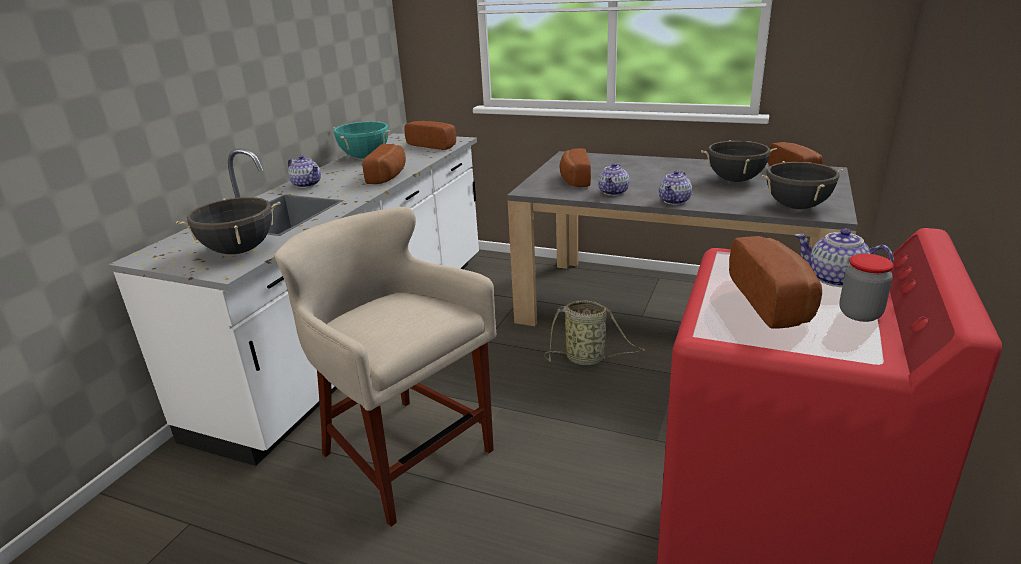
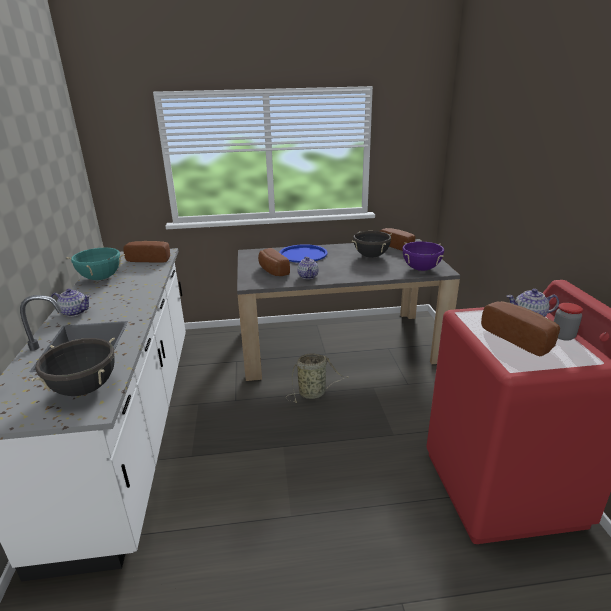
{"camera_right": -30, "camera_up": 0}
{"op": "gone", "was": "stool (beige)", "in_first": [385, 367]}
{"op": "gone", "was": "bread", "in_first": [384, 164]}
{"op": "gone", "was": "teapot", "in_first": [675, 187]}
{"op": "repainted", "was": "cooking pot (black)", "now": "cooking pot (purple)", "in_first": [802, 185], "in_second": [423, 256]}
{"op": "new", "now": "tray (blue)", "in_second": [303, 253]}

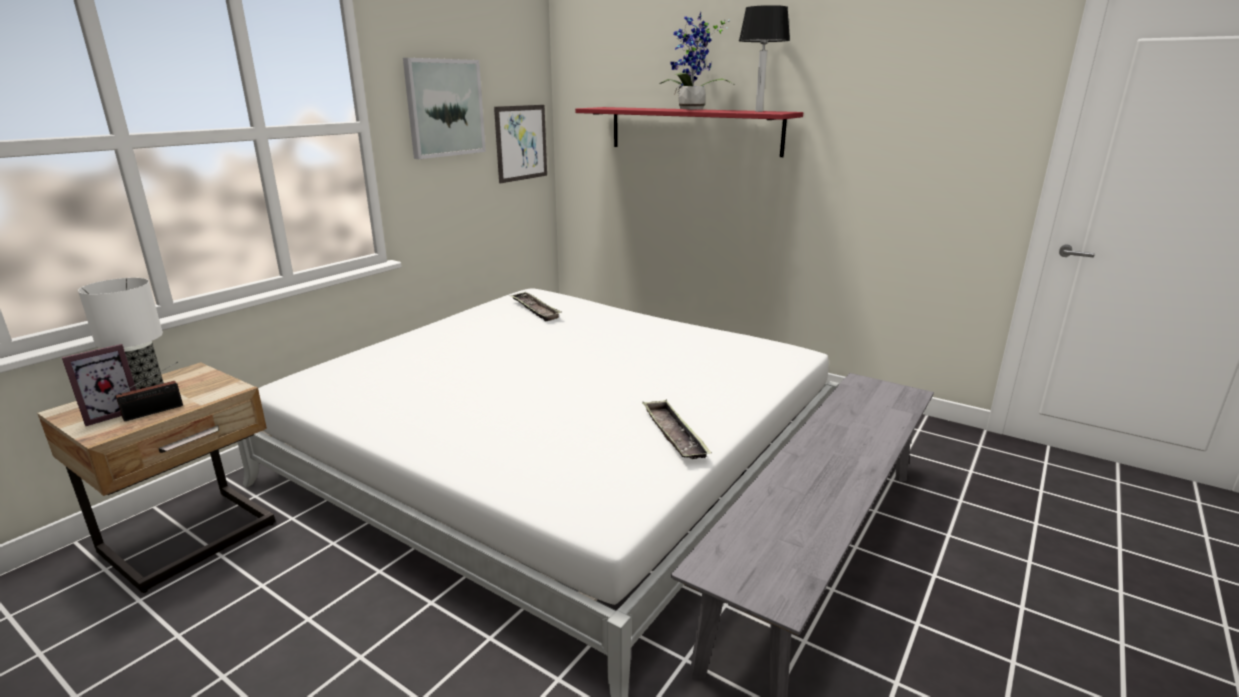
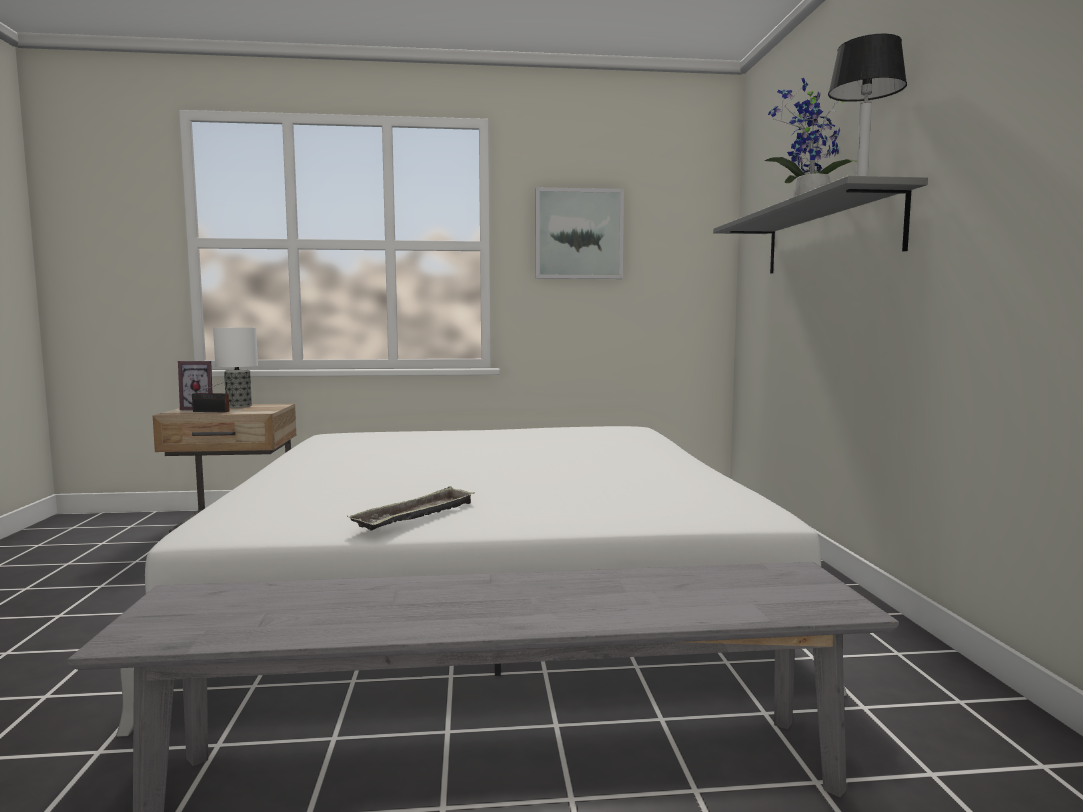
{"camera_right": 50, "camera_up": -15}
{"op": "gone", "was": "picture", "in_first": [520, 144]}
{"op": "gone", "was": "tray", "in_first": [536, 306]}
{"op": "repainted", "was": "shelf (red)", "now": "shelf (grey)", "in_first": [689, 132], "in_second": [820, 224]}

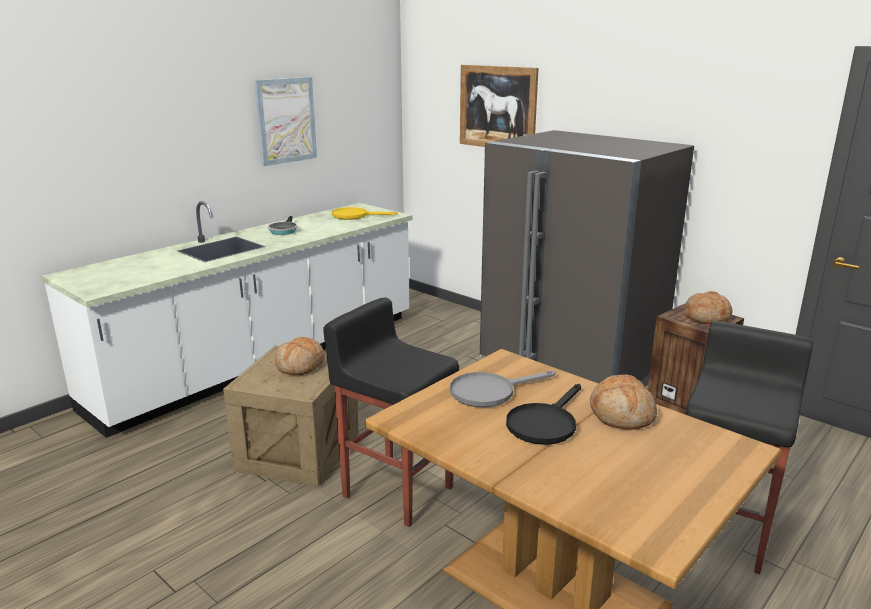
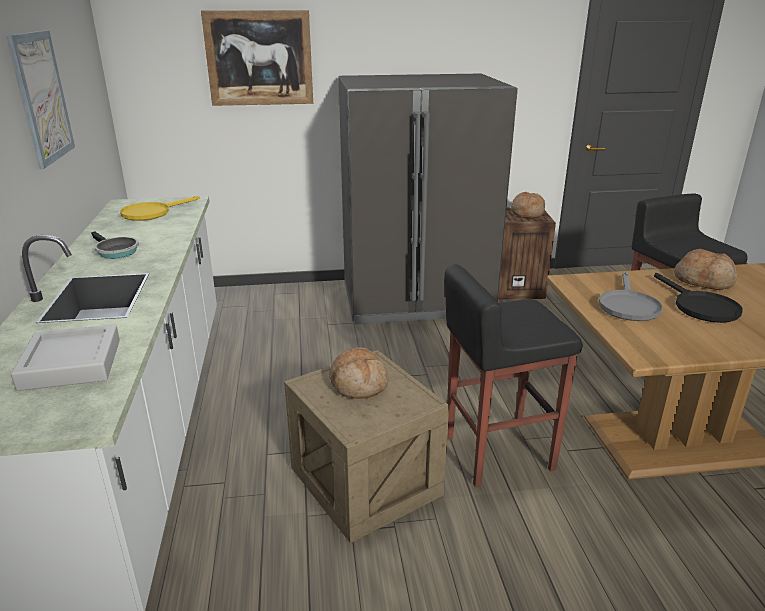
{"camera_right": -50, "camera_up": 5}
{"op": "new", "now": "tray (grey)", "in_second": [65, 358]}

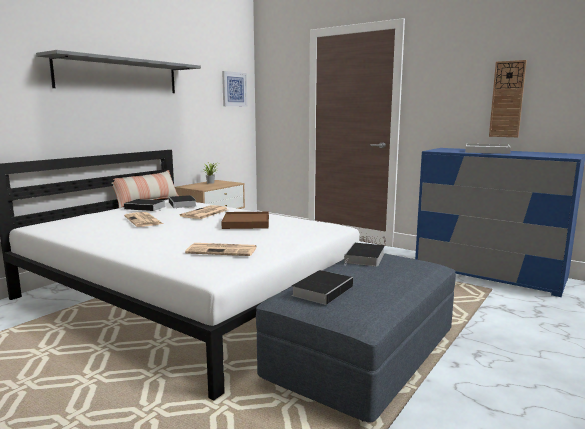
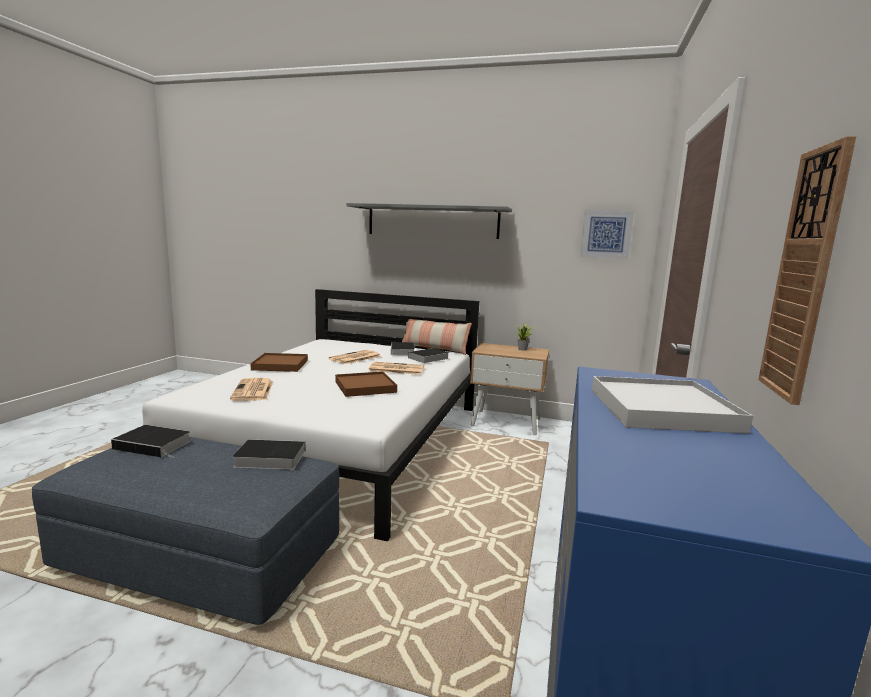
{"camera_right": 70, "camera_up": 0}
{"op": "new", "now": "tray (brown)", "in_second": [279, 362]}

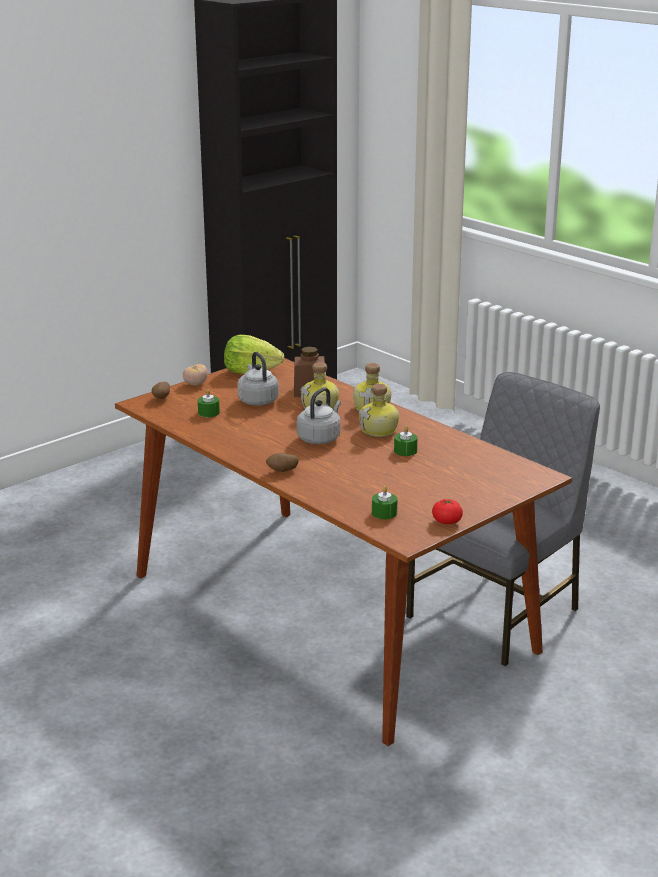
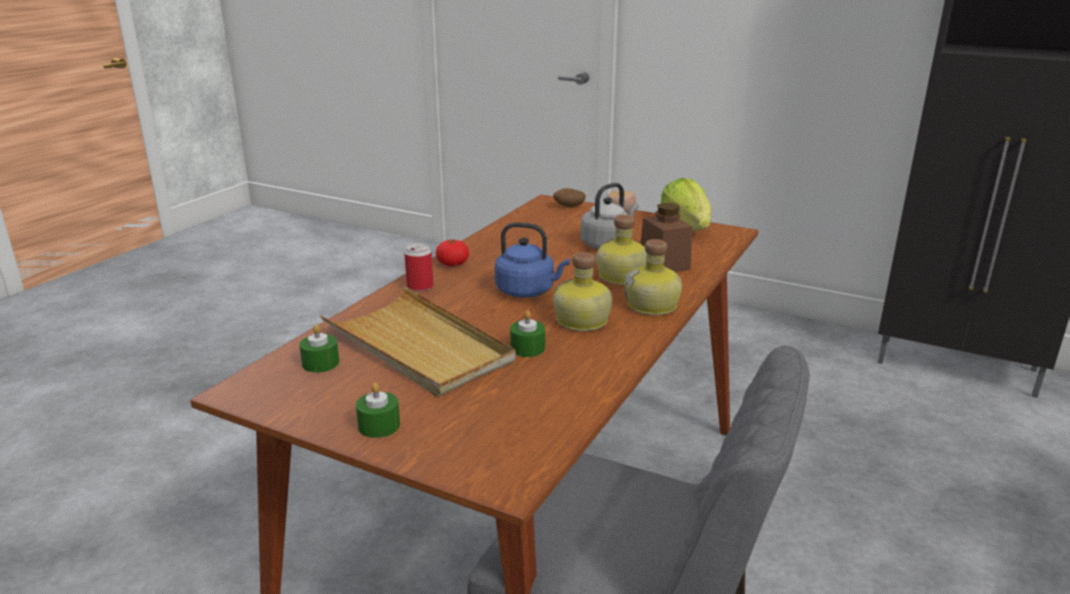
{"camera_right": 70, "camera_up": 0}
{"op": "shifted", "was": "candle (green)", "in_first": [209, 403], "in_second": [378, 410]}
{"op": "swapped", "was": "potato", "now": "can", "in_first": [282, 462], "in_second": [418, 267]}
{"op": "repainted", "was": "kettle (grey)", "now": "kettle (blue)", "in_first": [319, 415], "in_second": [532, 260]}
{"op": "shifted", "was": "tomato", "in_first": [447, 511], "in_second": [452, 253]}
{"op": "new", "now": "tray (beige)", "in_second": [418, 341]}

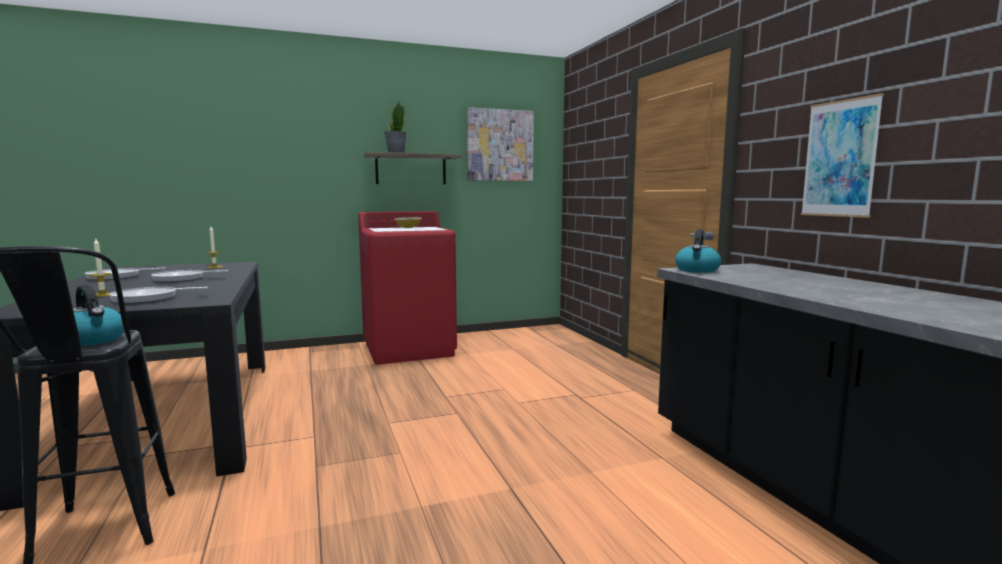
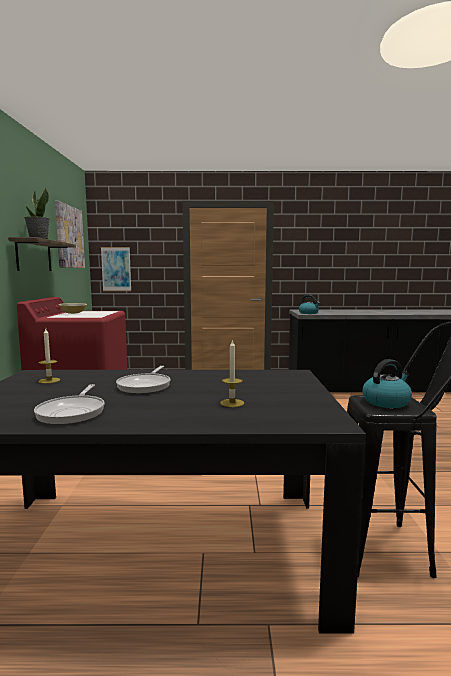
{"camera_right": -70, "camera_up": 0}
{"op": "gone", "was": "frying pan", "in_first": [158, 295]}
{"op": "shifted", "was": "picture", "in_first": [842, 155], "in_second": [116, 269]}

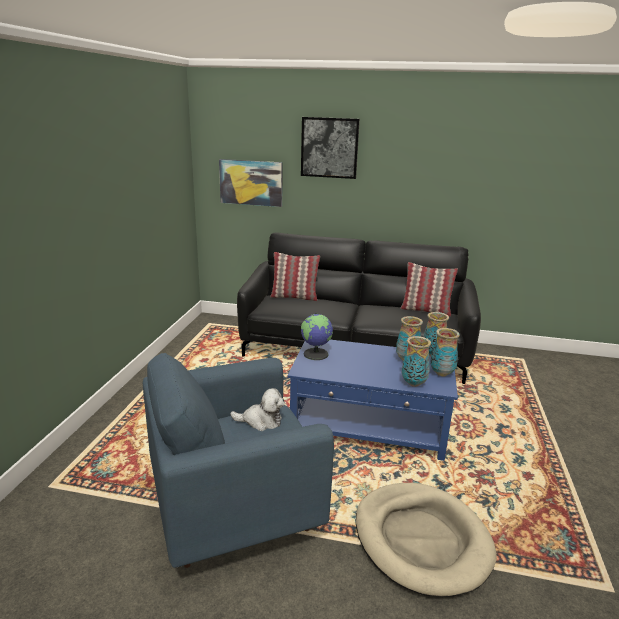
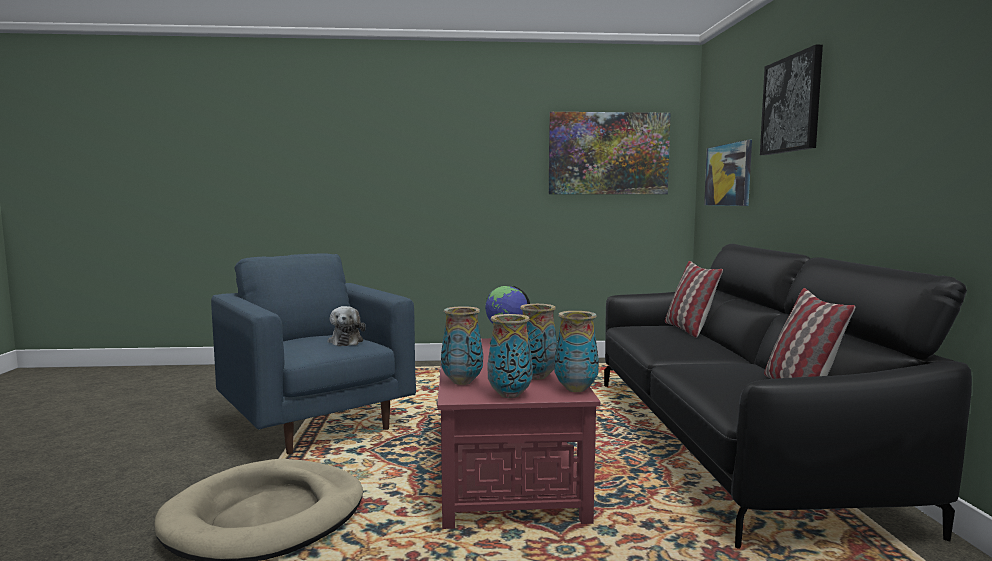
{"camera_right": 75, "camera_up": -15}
{"op": "repainted", "was": "coffee table (blue)", "now": "coffee table (red)", "in_first": [372, 400], "in_second": [518, 433]}
{"op": "new", "now": "picture", "in_second": [610, 153]}

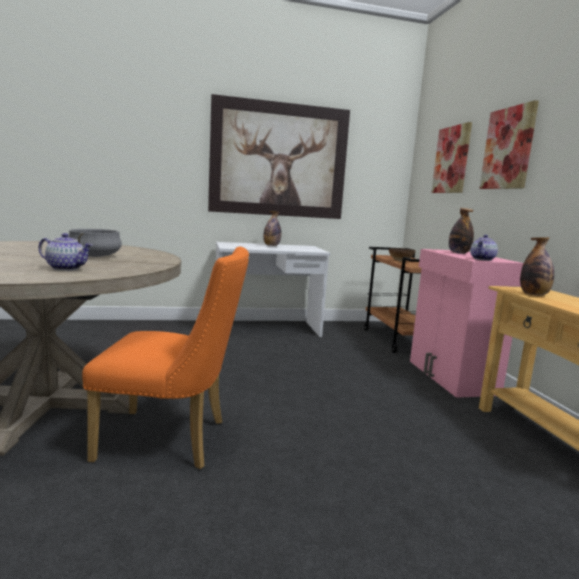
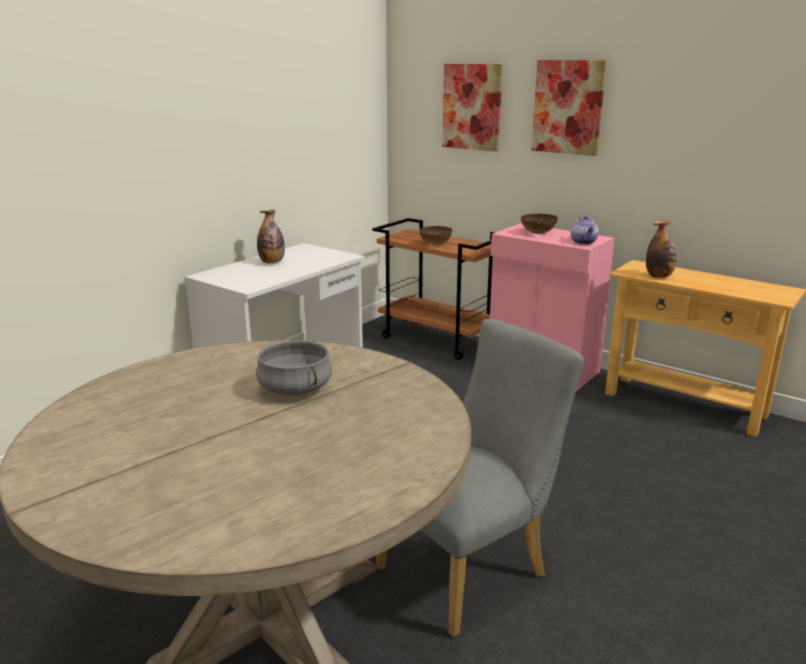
{"camera_right": -40, "camera_up": 10}
{"op": "gone", "was": "teapot", "in_first": [65, 251]}
{"op": "repainted", "was": "chair (orange)", "now": "chair (grey)", "in_first": [165, 358], "in_second": [480, 478]}
{"op": "gone", "was": "picture", "in_first": [279, 156]}
{"op": "swapped", "was": "bottle", "now": "bowl", "in_first": [461, 231], "in_second": [539, 224]}

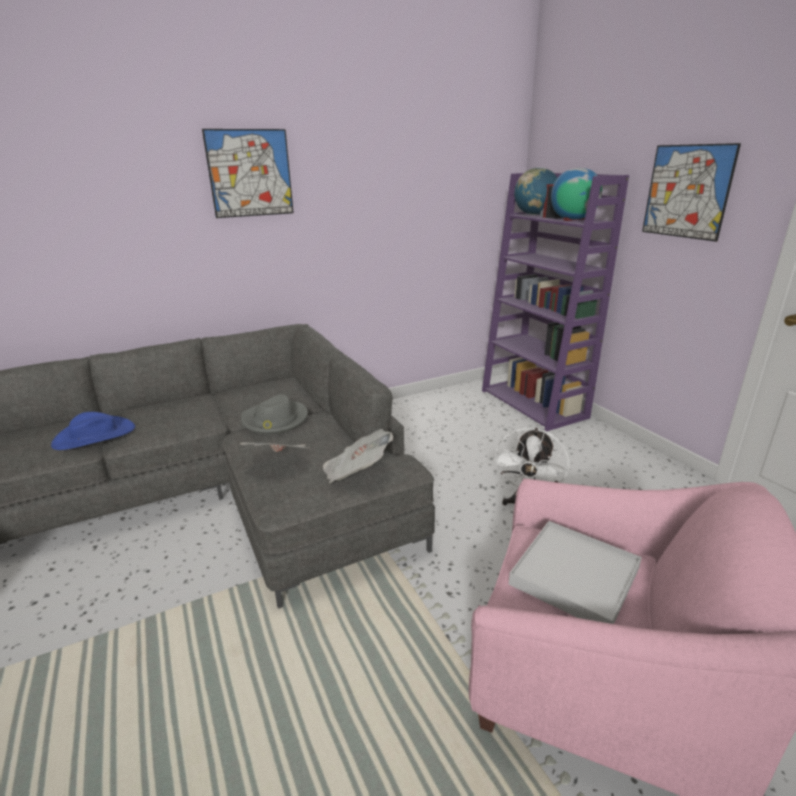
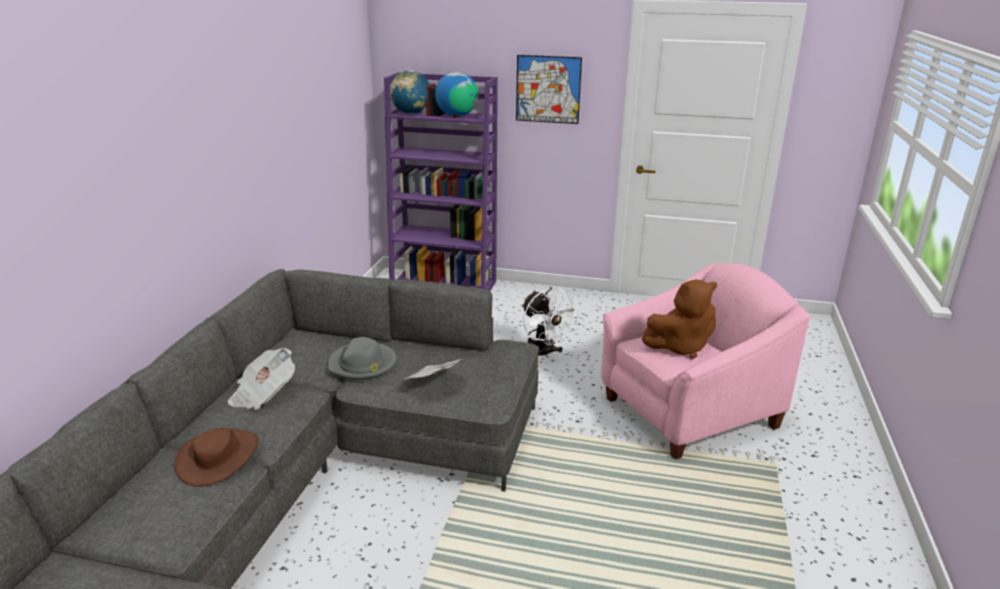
{"camera_right": -50, "camera_up": 0}
{"op": "repainted", "was": "hat (blue)", "now": "hat (brown)", "in_first": [93, 431], "in_second": [217, 457]}
{"op": "gone", "was": "picture", "in_first": [248, 173]}
{"op": "shifted", "was": "newspaper", "in_first": [358, 456], "in_second": [261, 379]}
{"op": "swapped", "was": "tray (white)", "now": "plush toy (brown)", "in_first": [575, 572], "in_second": [679, 319]}

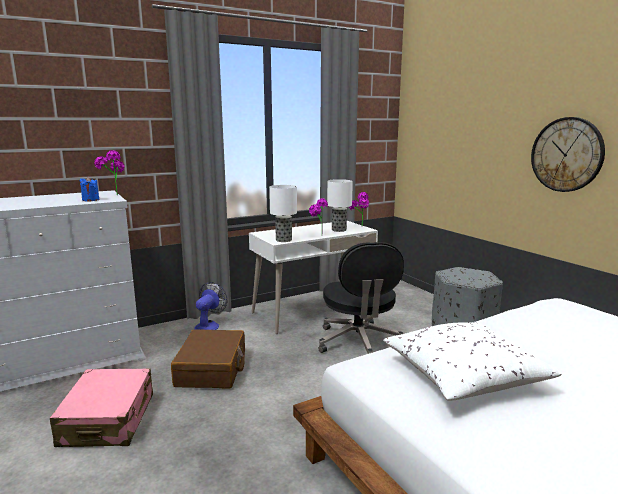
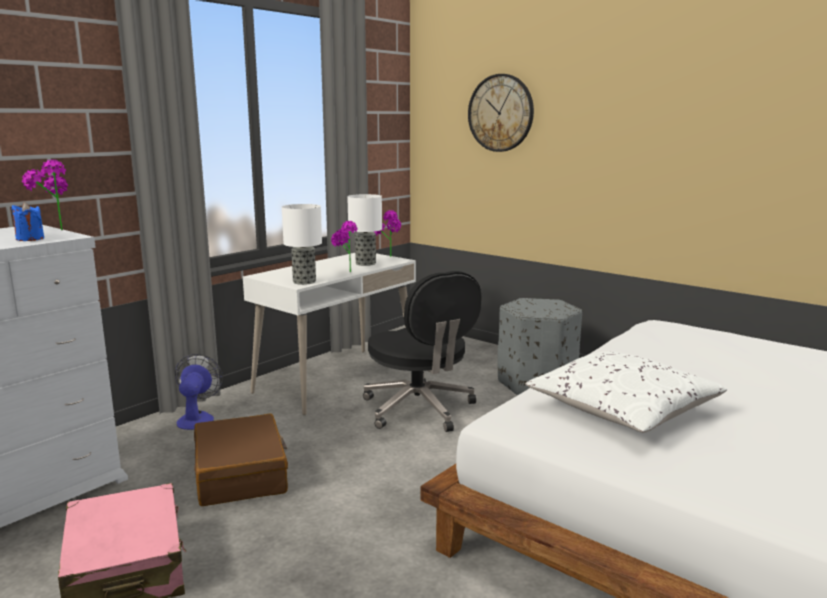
{"camera_right": -20, "camera_up": 0}
{"op": "shifted", "was": "wall clock", "in_first": [568, 154], "in_second": [501, 113]}

